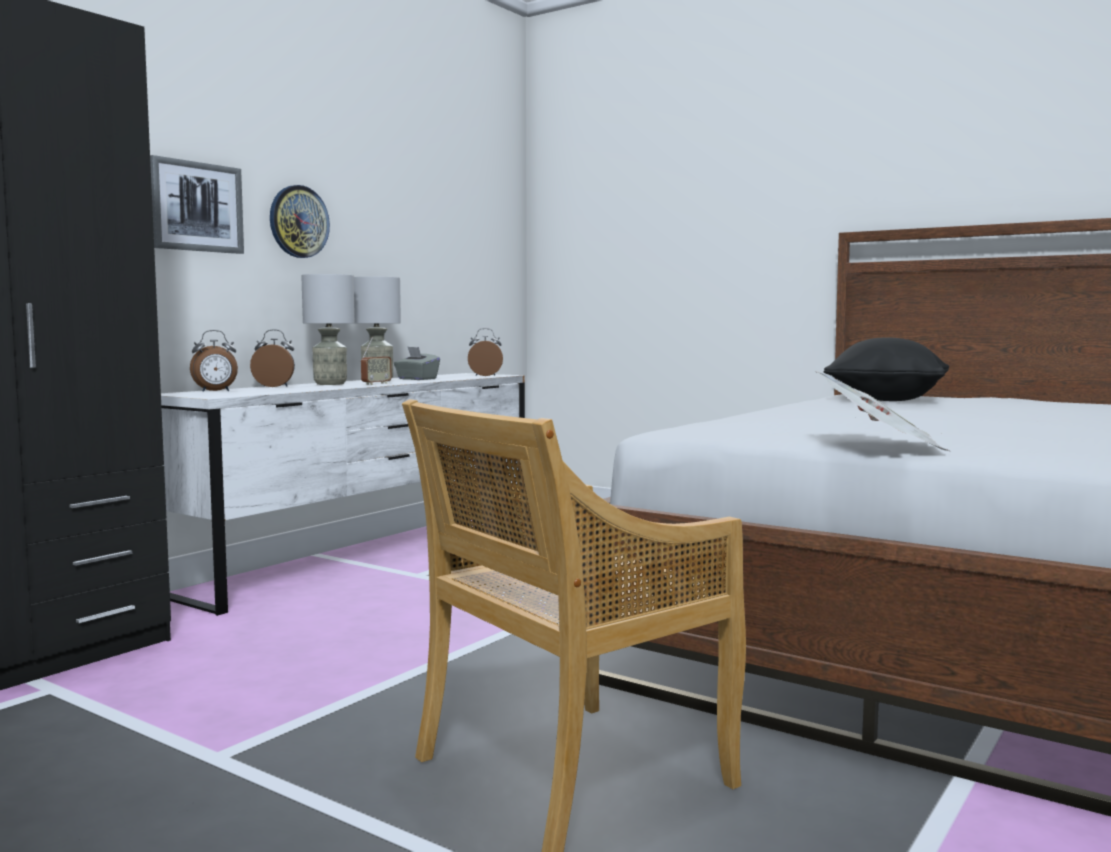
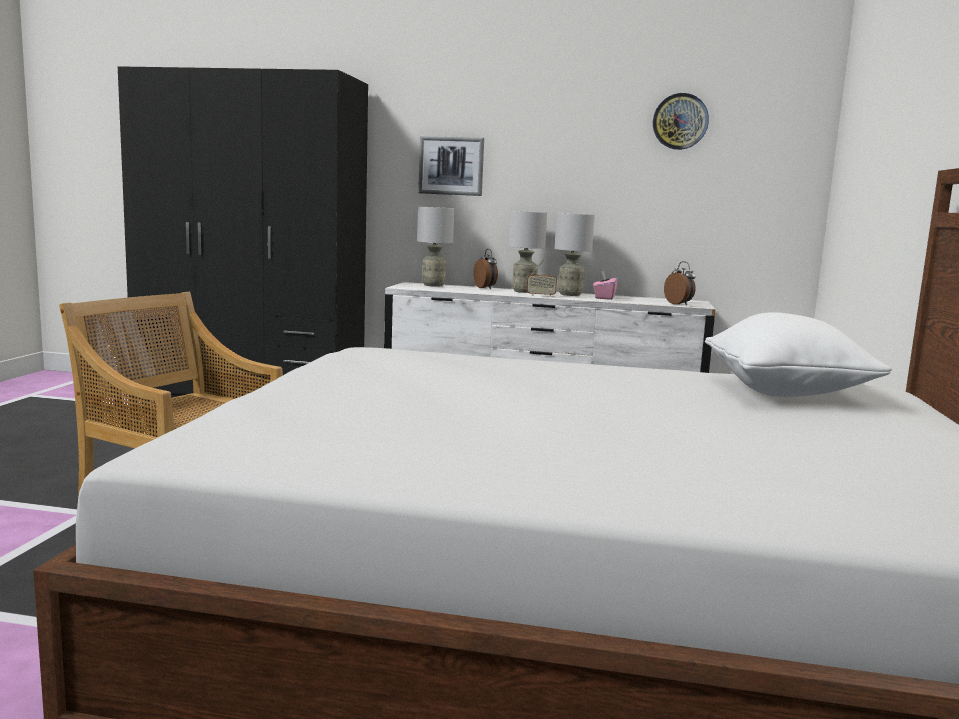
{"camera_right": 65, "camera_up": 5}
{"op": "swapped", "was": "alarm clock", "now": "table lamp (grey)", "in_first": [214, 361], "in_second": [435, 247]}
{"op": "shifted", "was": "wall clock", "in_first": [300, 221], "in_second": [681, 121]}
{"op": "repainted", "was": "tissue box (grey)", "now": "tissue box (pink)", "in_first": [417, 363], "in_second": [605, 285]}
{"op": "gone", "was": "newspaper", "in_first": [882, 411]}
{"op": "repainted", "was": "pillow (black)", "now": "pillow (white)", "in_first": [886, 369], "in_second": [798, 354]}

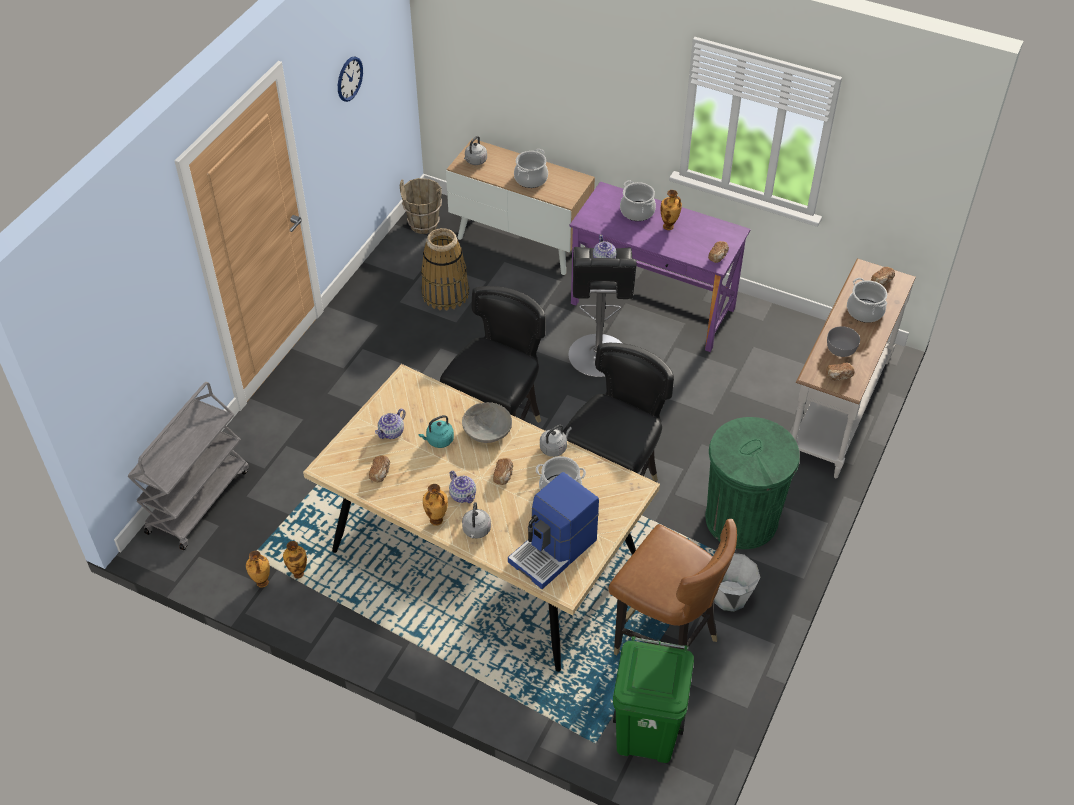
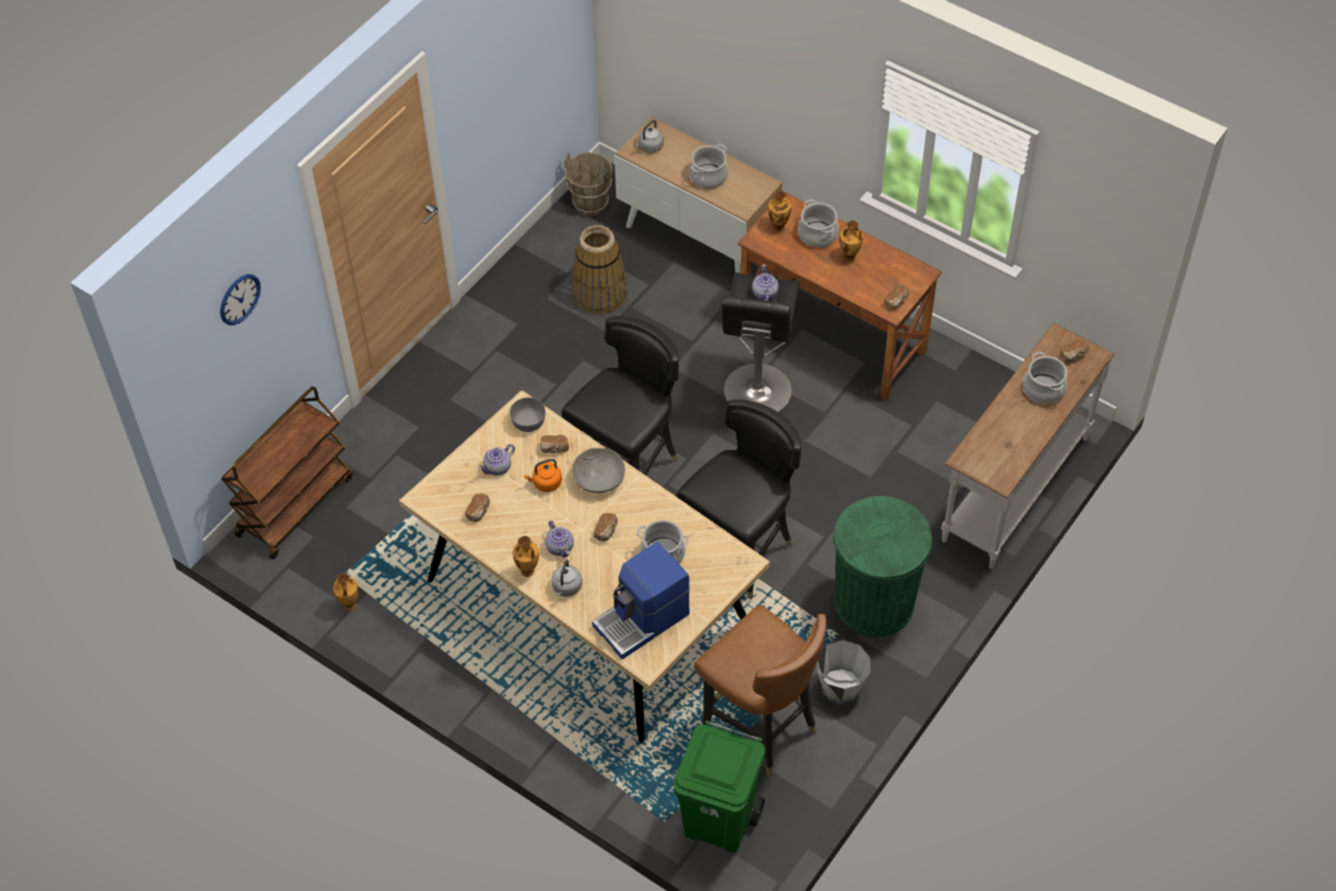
{"camera_right": 10, "camera_up": 5}
{"op": "repainted", "was": "cart (grey)", "now": "cart (brown)", "in_first": [187, 466], "in_second": [287, 472]}
{"op": "shifted", "was": "vase", "in_first": [295, 560], "in_second": [779, 212]}
{"op": "shifted", "was": "wall clock", "in_first": [350, 79], "in_second": [240, 299]}
{"op": "repainted", "was": "kettle (turquoise)", "now": "kettle (orange)", "in_first": [436, 431], "in_second": [542, 475]}
{"op": "gone", "was": "kettle (grey)", "in_first": [556, 441]}
{"op": "repainted", "was": "desk (purple)", "now": "desk (brown)", "in_first": [660, 267], "in_second": [840, 297]}
{"op": "shifted", "was": "bread", "in_first": [840, 372], "in_second": [554, 444]}
{"op": "shifted", "was": "bowl (grey)", "in_first": [843, 341], "in_second": [528, 414]}

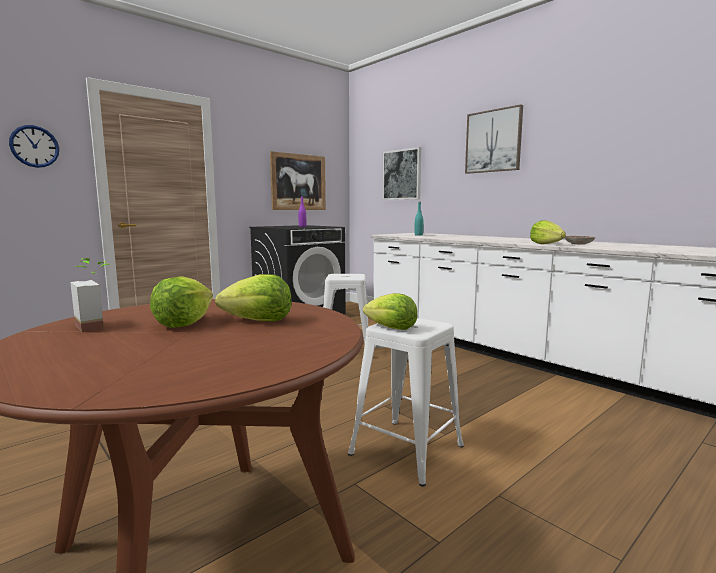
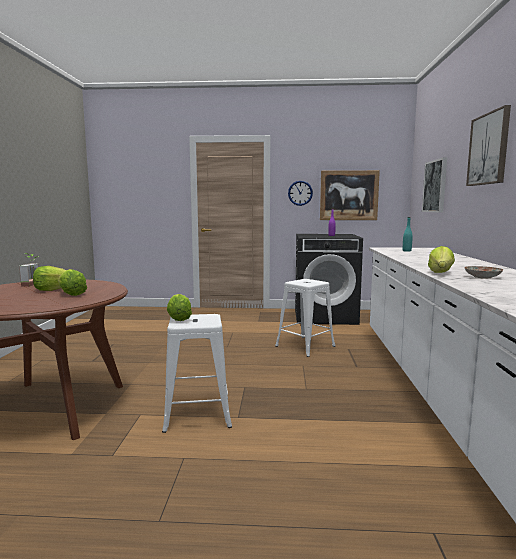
{"camera_right": 45, "camera_up": 0}
{"op": "shifted", "was": "wall clock", "in_first": [34, 146], "in_second": [300, 193]}

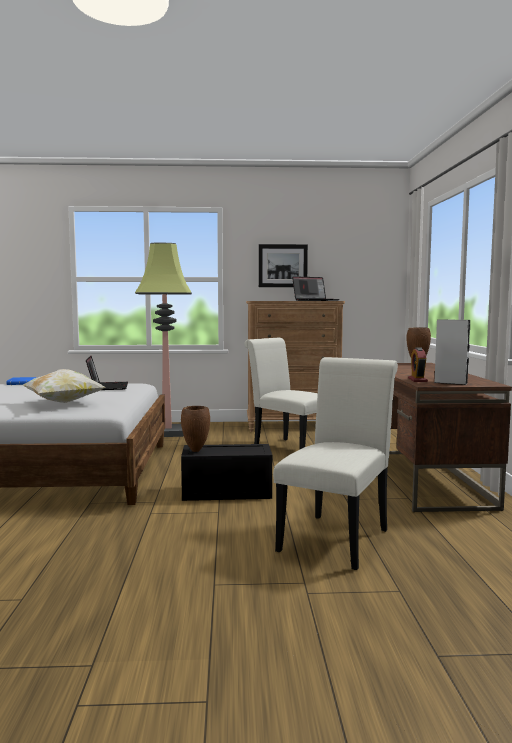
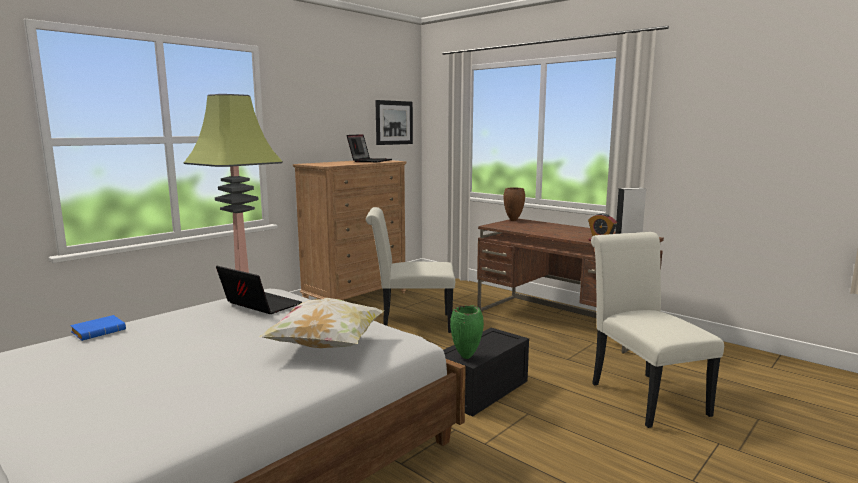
{"camera_right": -45, "camera_up": 5}
{"op": "repainted", "was": "vase (brown)", "now": "vase (green)", "in_first": [195, 429], "in_second": [467, 332]}
{"op": "shifted", "was": "picture", "in_first": [283, 265], "in_second": [394, 122]}

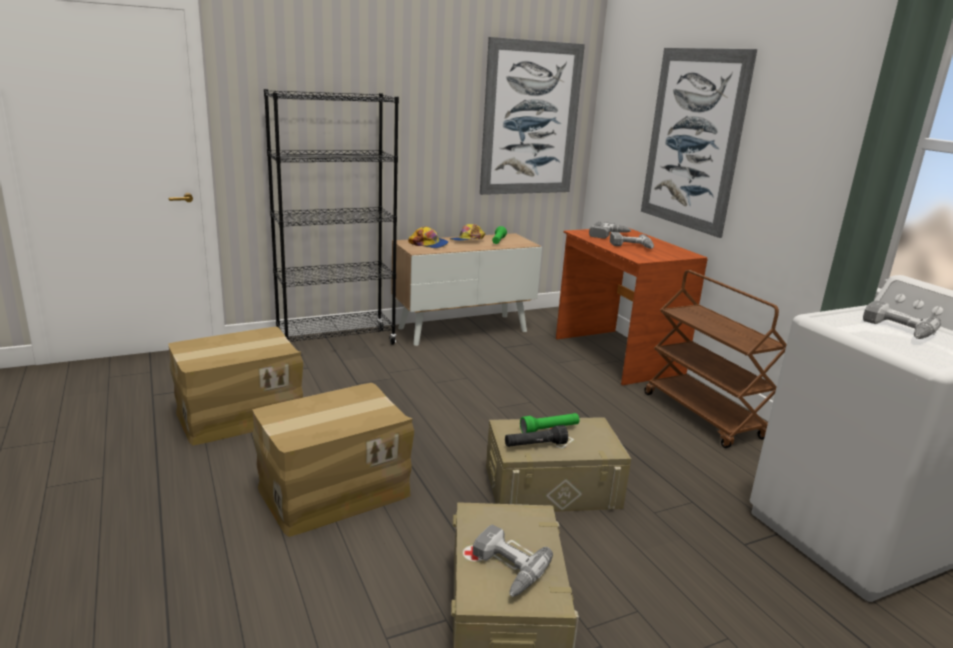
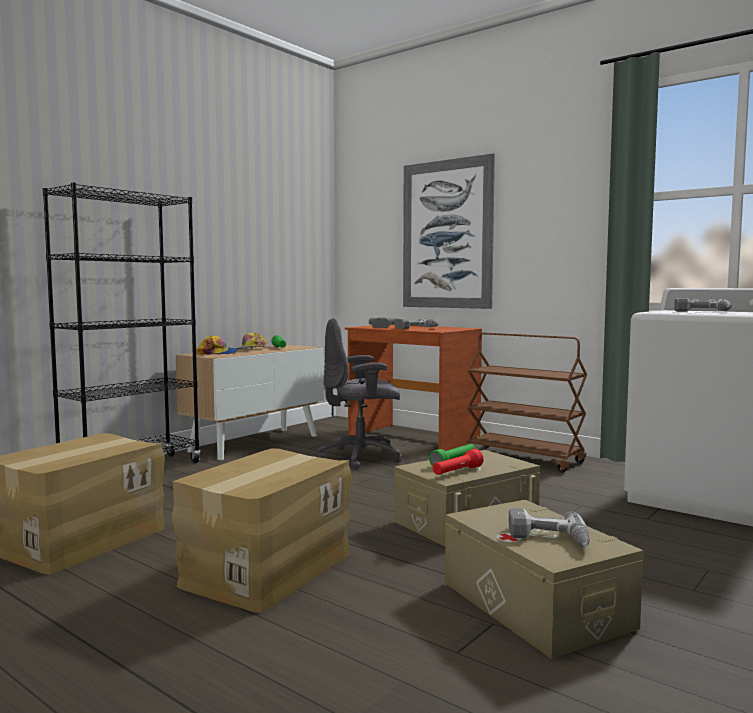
{"camera_right": -25, "camera_up": -15}
{"op": "gone", "was": "picture", "in_first": [532, 116]}
{"op": "repainted", "was": "flashlight (black)", "now": "flashlight (red)", "in_first": [536, 436], "in_second": [458, 462]}
{"op": "new", "now": "office chair (grey)", "in_second": [359, 394]}

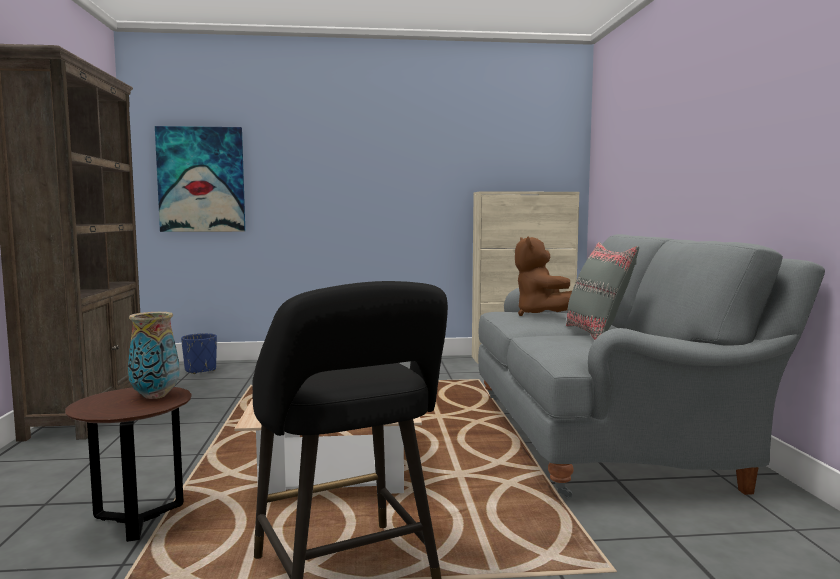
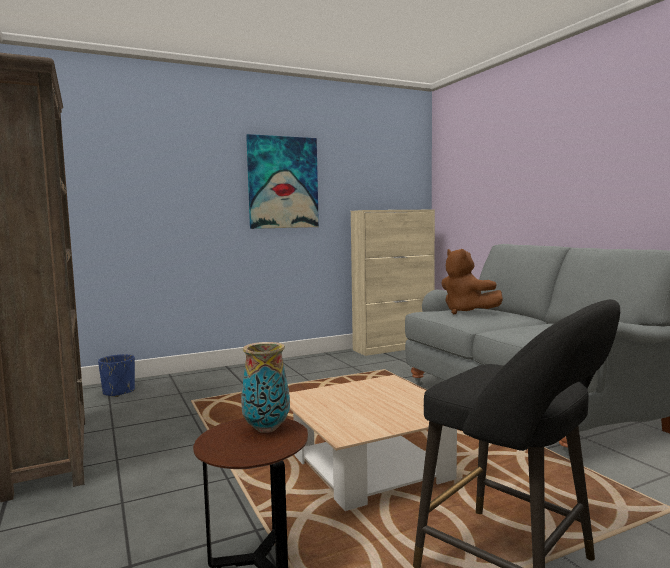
{"camera_right": -20, "camera_up": 0}
{"op": "shifted", "was": "picture", "in_first": [200, 179], "in_second": [282, 181]}
{"op": "gone", "was": "pillow (grey)", "in_first": [602, 291]}

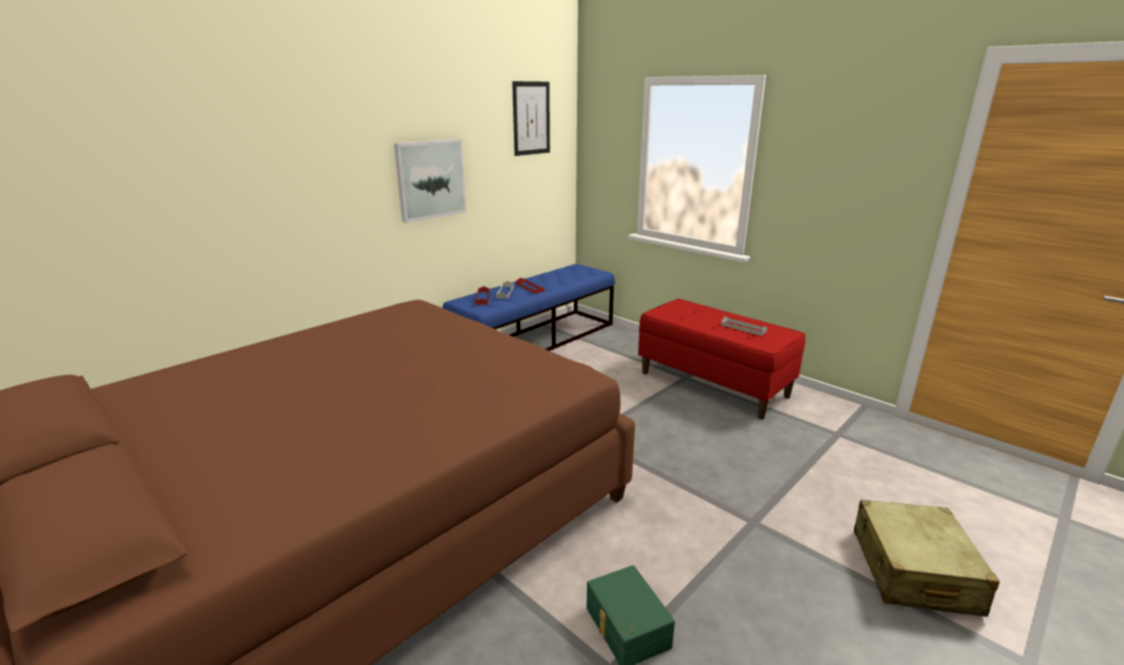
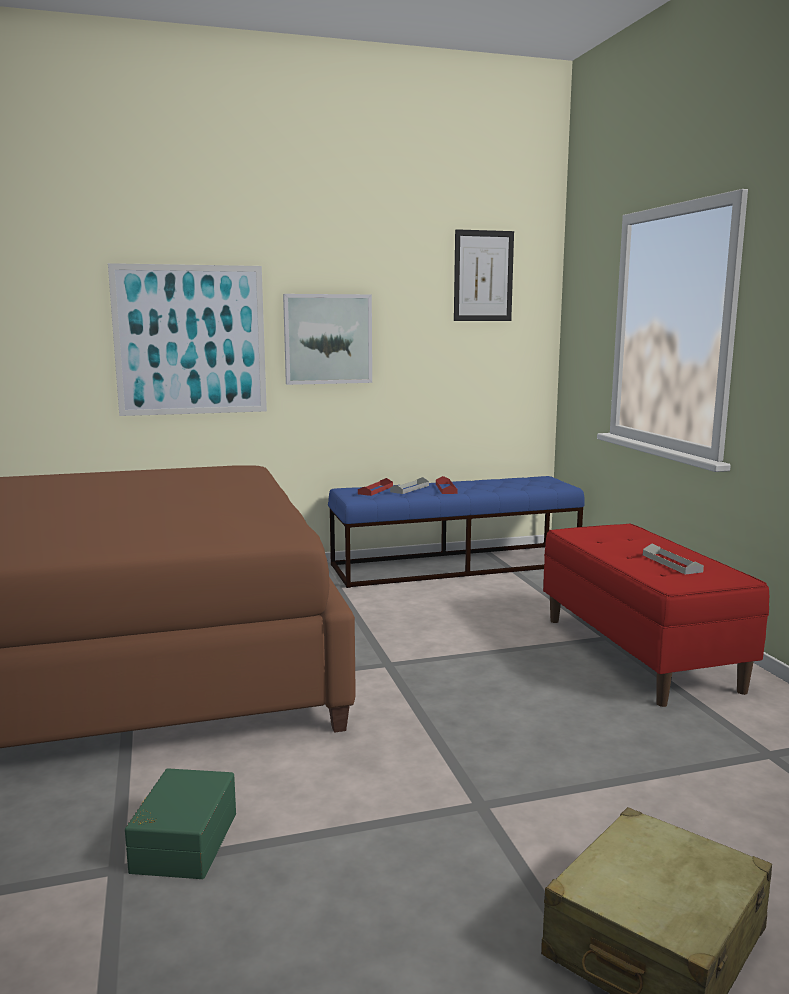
{"camera_right": 30, "camera_up": -10}
{"op": "new", "now": "picture", "in_second": [187, 339]}

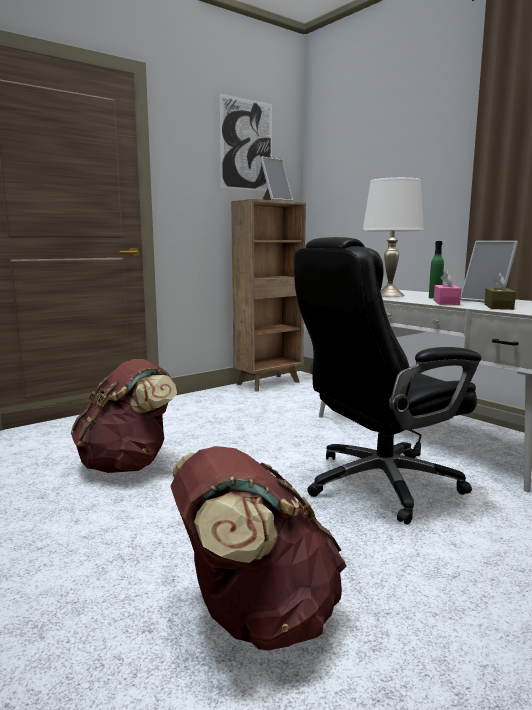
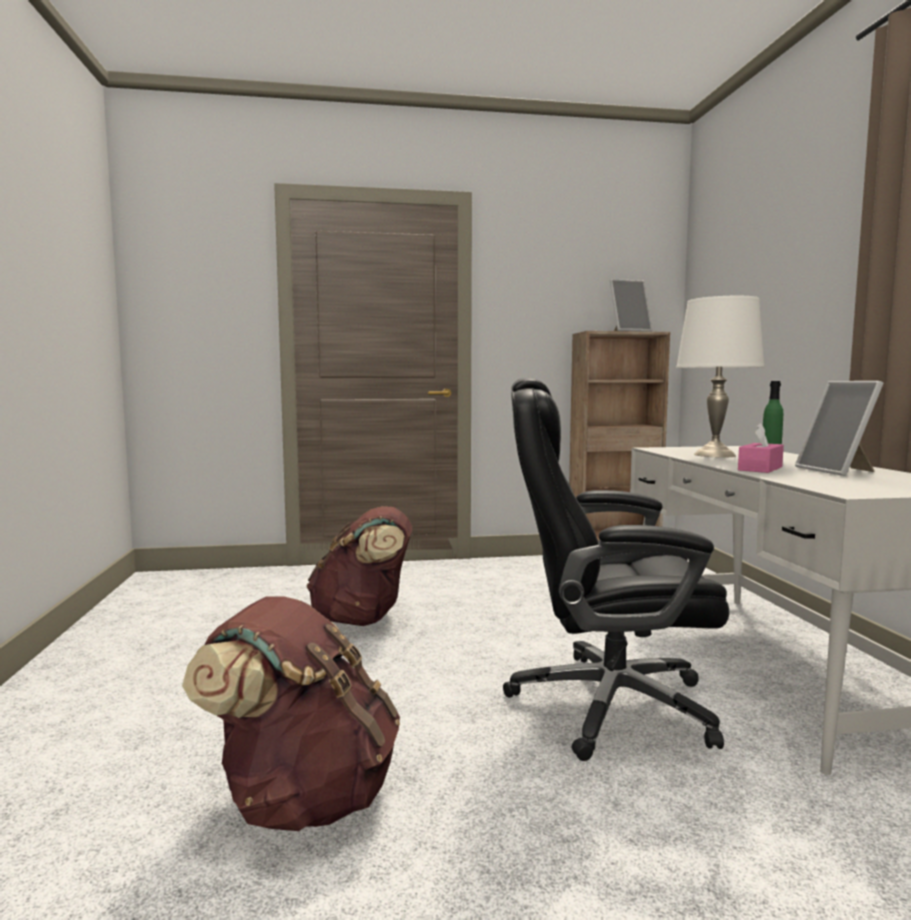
{"camera_right": 30, "camera_up": -5}
{"op": "gone", "was": "picture", "in_first": [245, 142]}
{"op": "gone", "was": "tissue box (brown)", "in_first": [500, 291]}

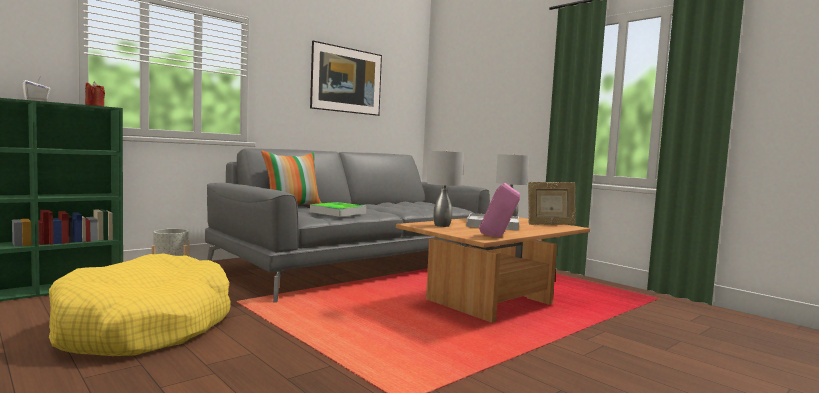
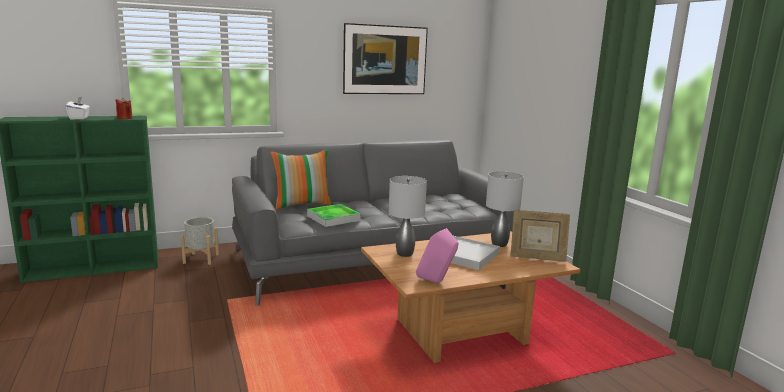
{"camera_right": 20, "camera_up": 10}
{"op": "gone", "was": "dog bed (yellow)", "in_first": [140, 304]}

